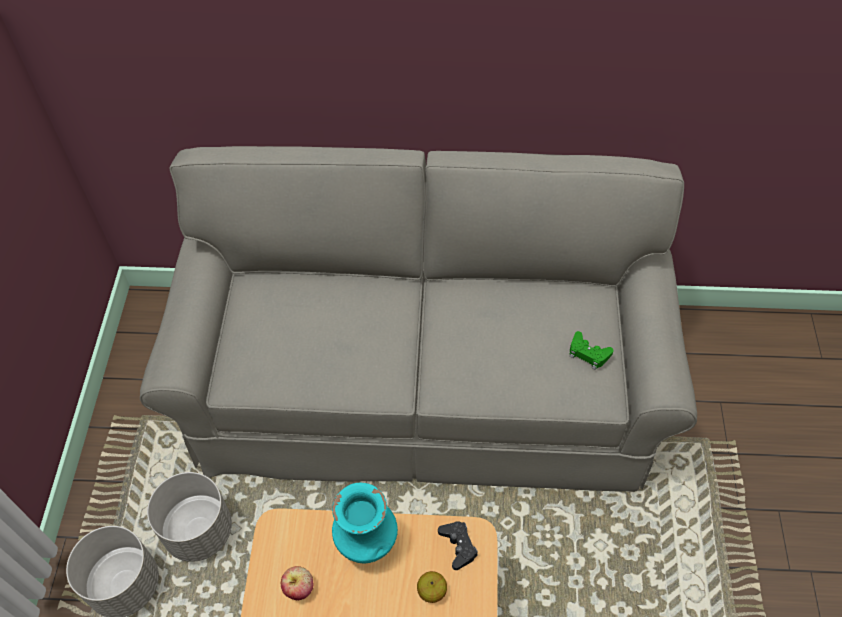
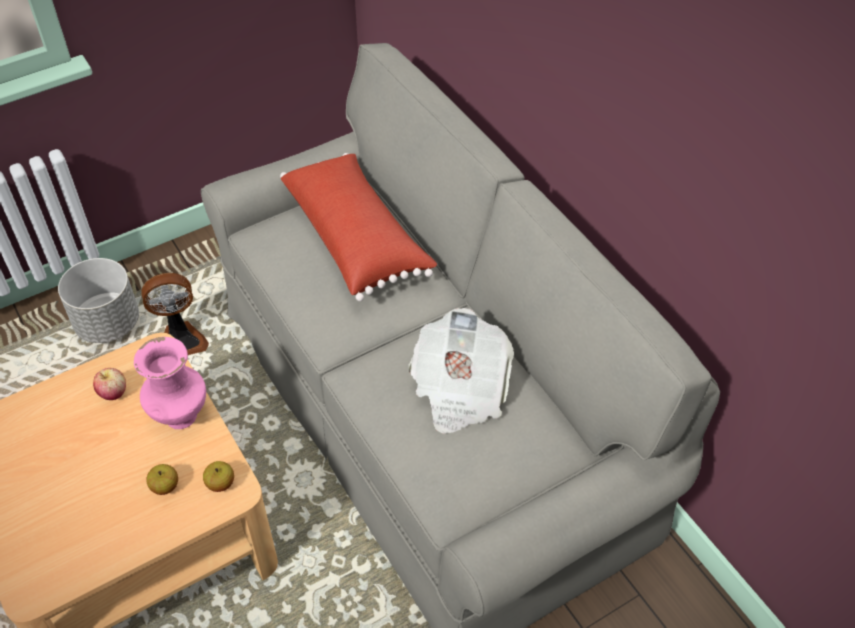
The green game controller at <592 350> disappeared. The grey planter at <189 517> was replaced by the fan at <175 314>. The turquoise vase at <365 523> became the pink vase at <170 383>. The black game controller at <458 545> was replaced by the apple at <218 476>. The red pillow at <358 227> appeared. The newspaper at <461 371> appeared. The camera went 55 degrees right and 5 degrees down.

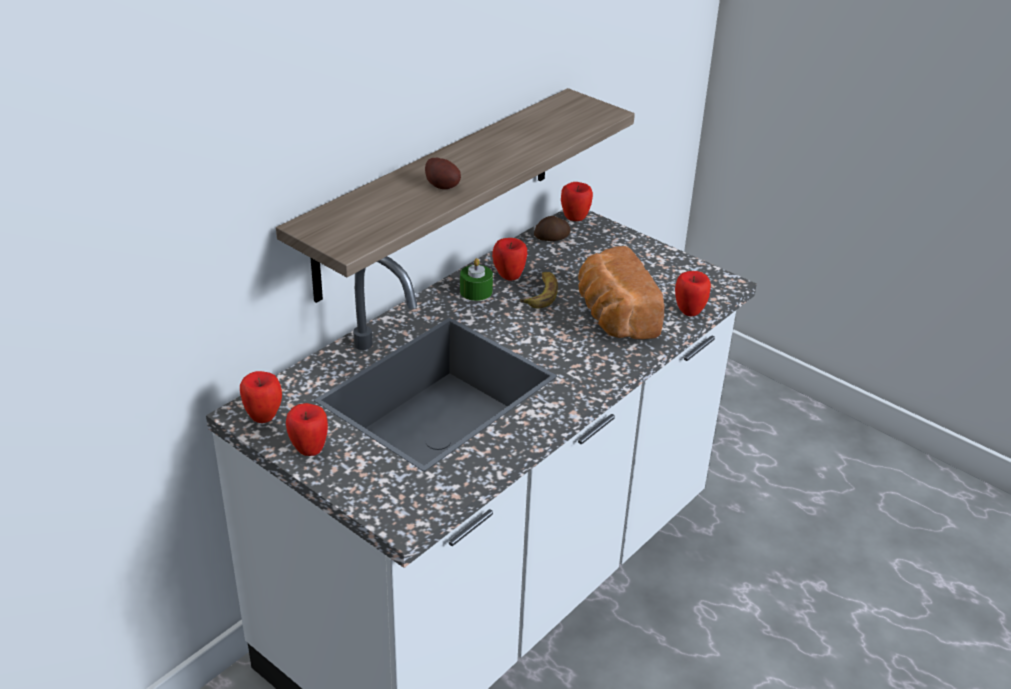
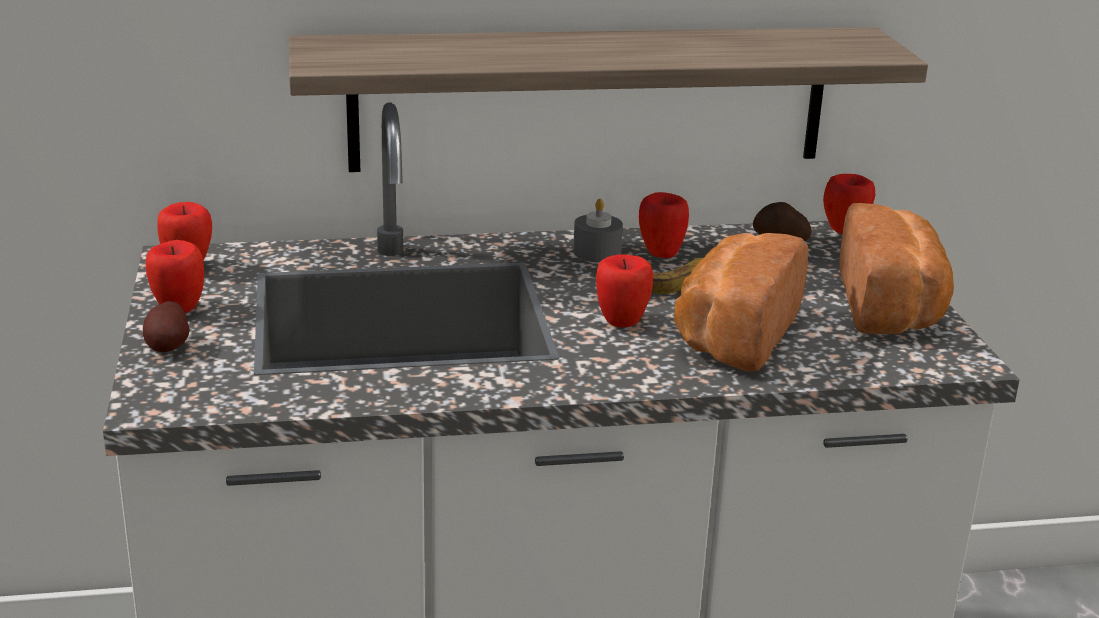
The potato moved from <443 173> to <166 326>. The green candle at <476 279> became the grey candle at <598 230>. The apple moved from <693 293> to <624 290>. The bread at <896 268> appeared. The camera went 40 degrees right and 10 degrees down.

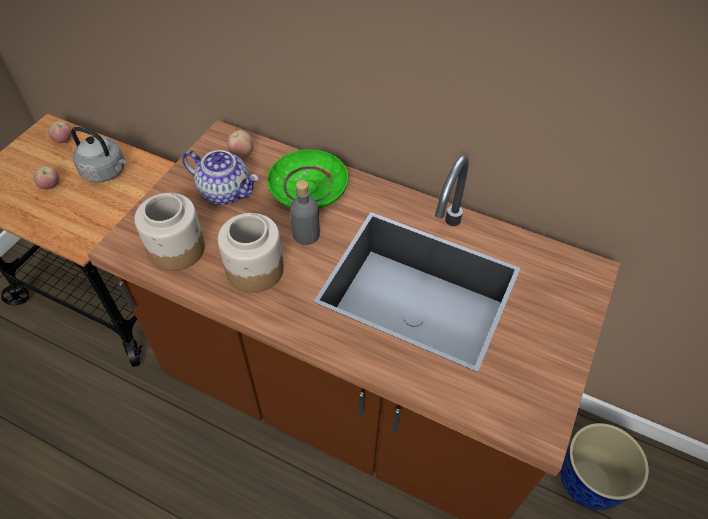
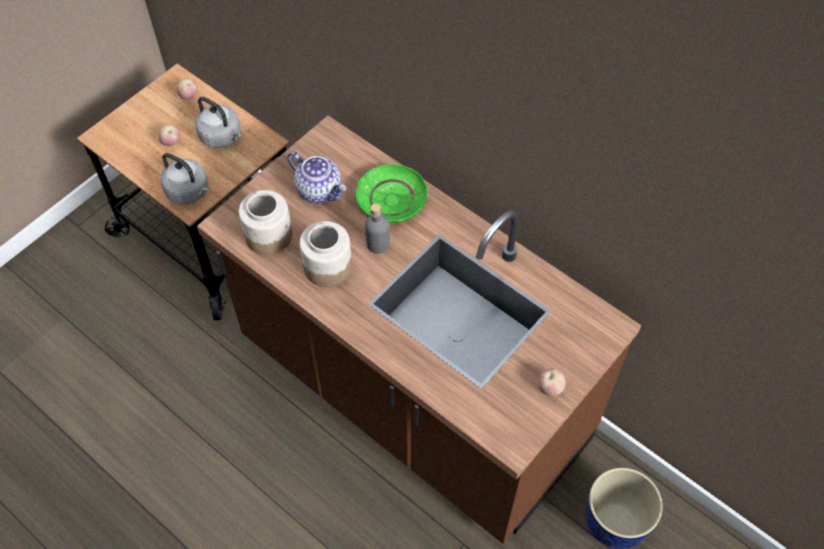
The apple moved from <240 144> to <552 382>. The grey kettle at <185 179> appeared. The camera went 15 degrees right and 5 degrees up.

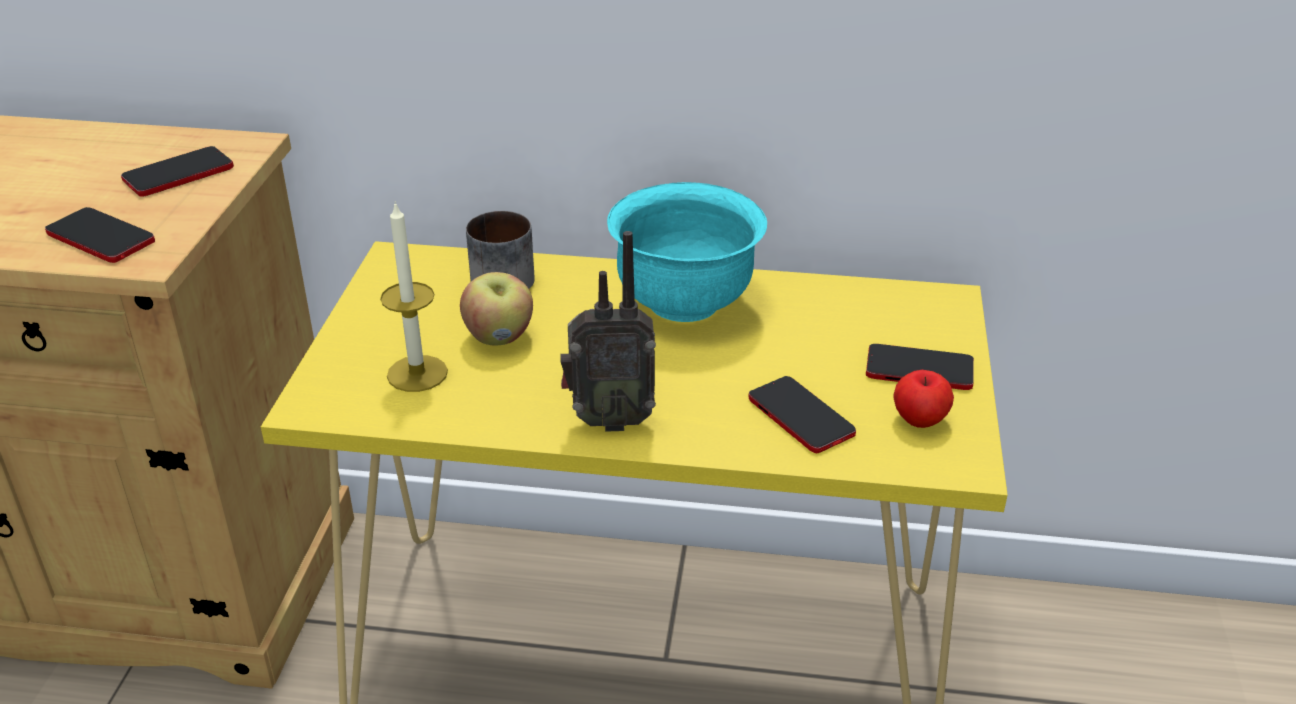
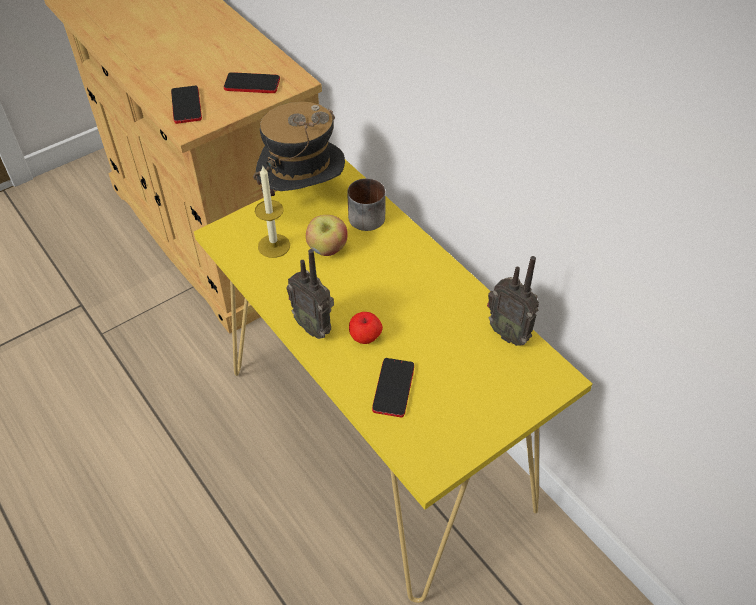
The turquoise bowl at <687 252> disappeared. The phone at <920 367> disappeared. The apple moved from <923 399> to <366 328>. The hat at <299 149> appeared. The radio at <513 301> appeared. The camera went 45 degrees right and 15 degrees up.

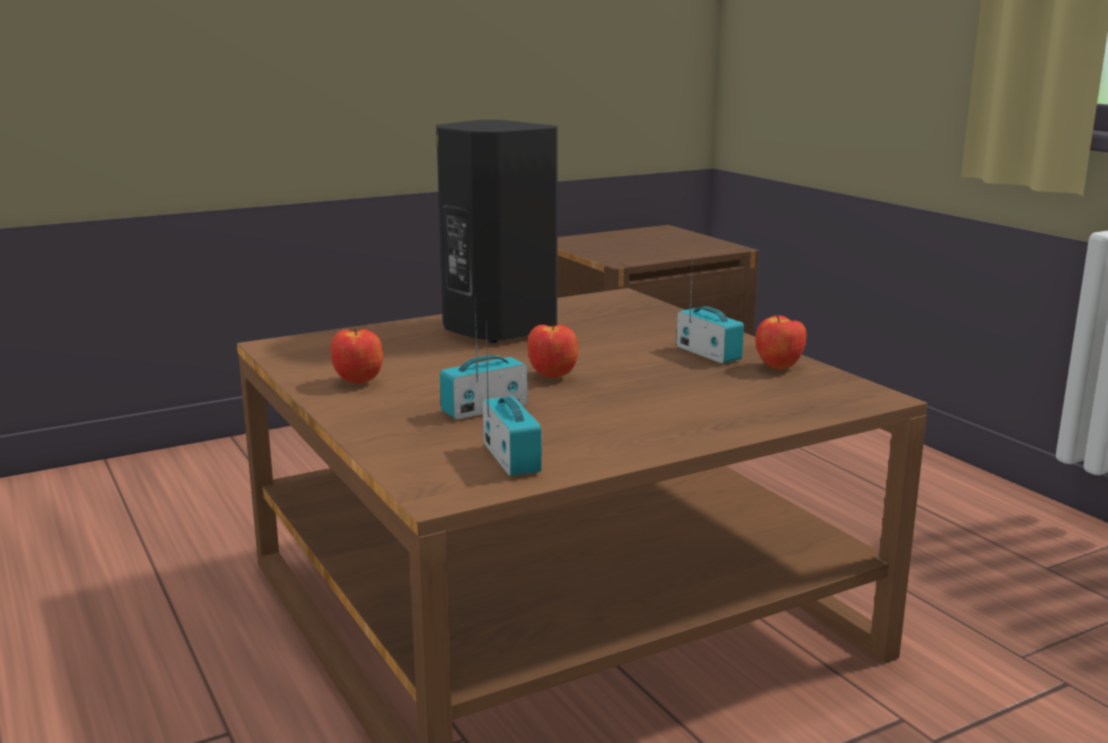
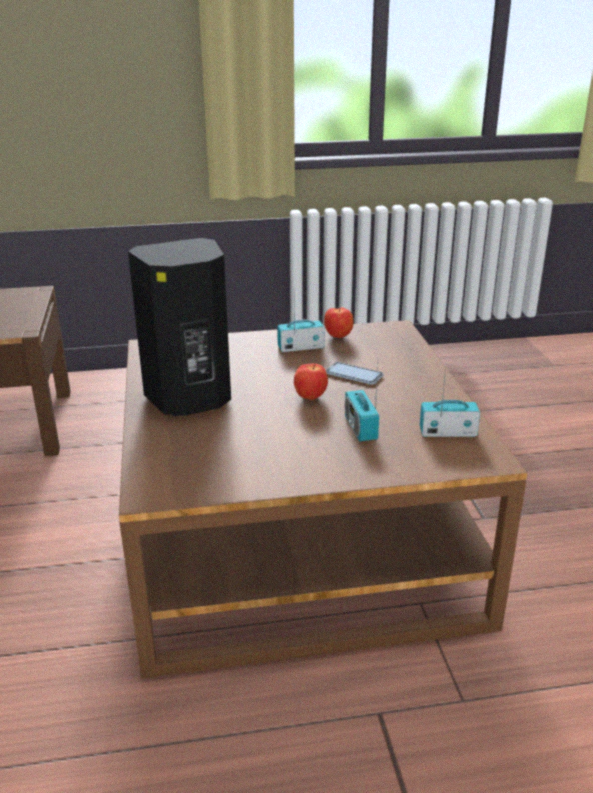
The apple at <357 356> disappeared. The phone at <354 373> appeared. The camera went 70 degrees left and 10 degrees up.

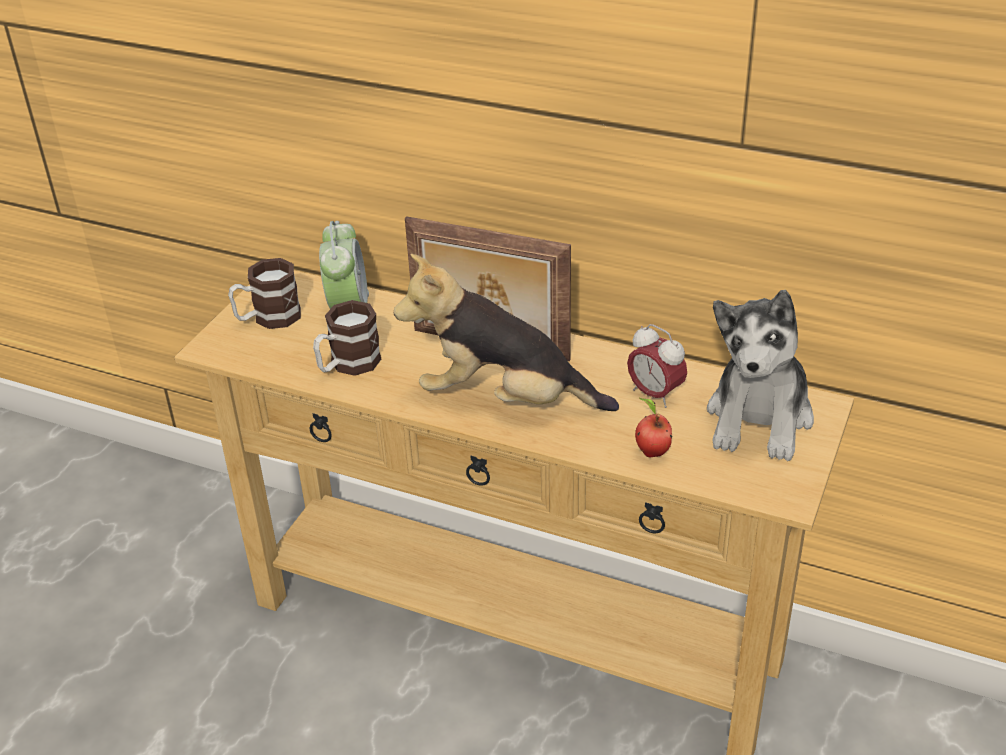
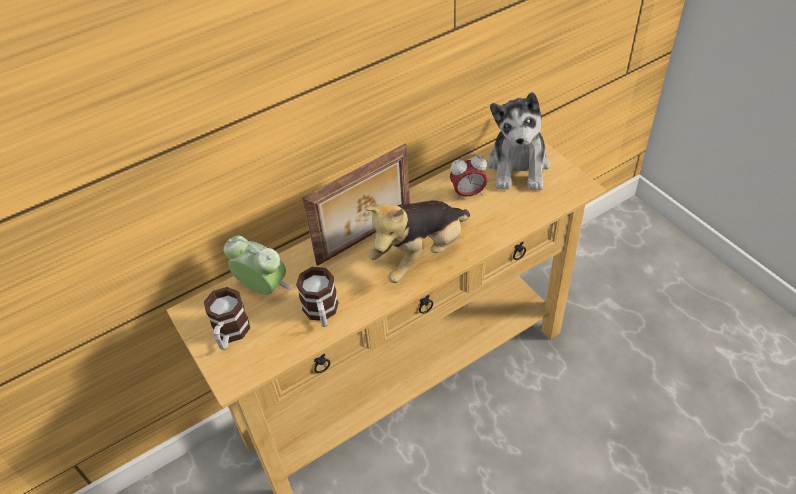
The plush toy at <760 375> turned 45 degrees clockwise. The apple at <653 427> disappeared. The camera went 55 degrees left and 10 degrees up.

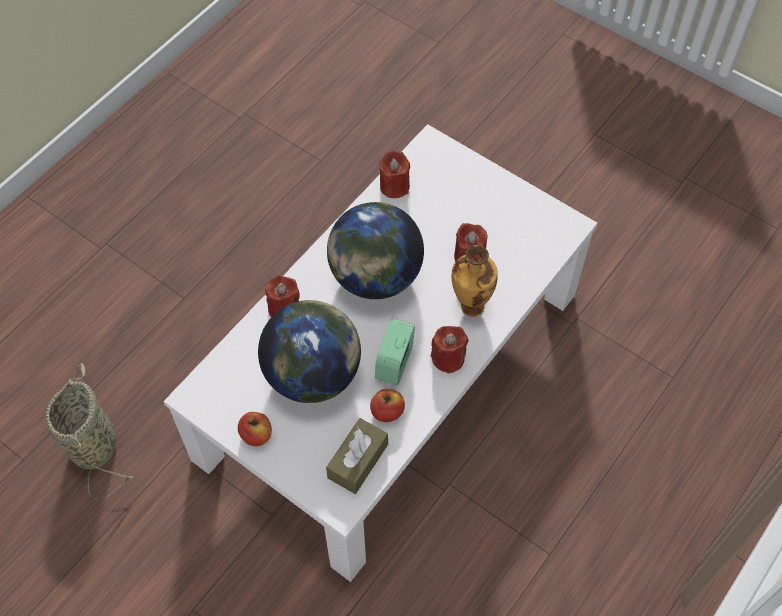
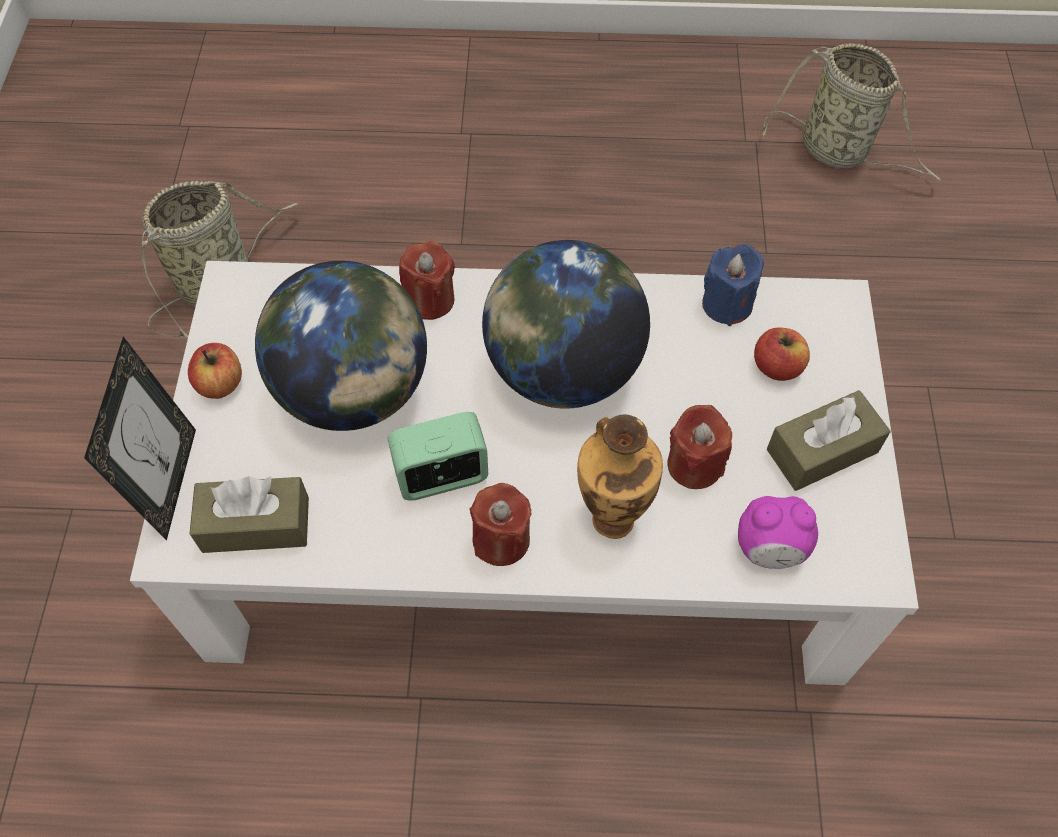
The red candle at <394 174> became the blue candle at <733 285>. The apple moved from <387 405> to <782 354>. The basket at <851 112> appeared. The picture frame at <140 439> appeared. The brown tissue box at <829 440> appeared. The alarm clock at <778 532> appeared. The camera went 55 degrees right and 0 degrees up.

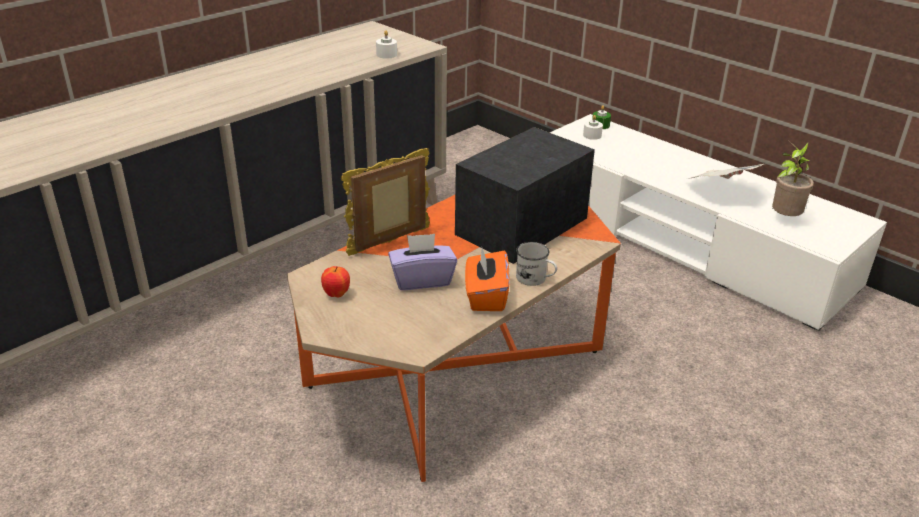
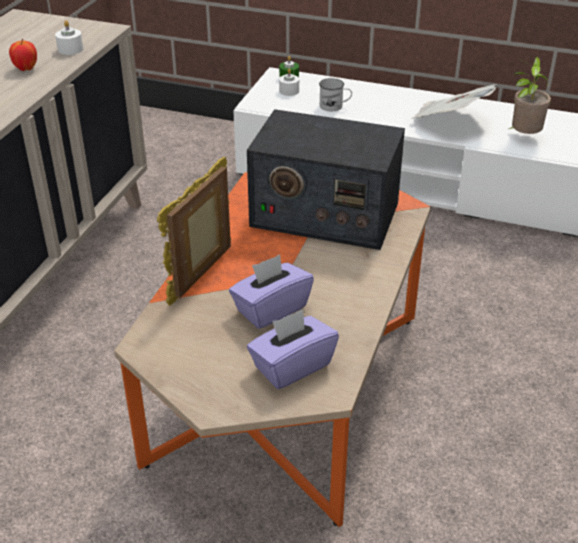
The radio at <525 195> turned 90 degrees counterclockwise. The white mug moved from <536 264> to <335 94>. The orange tissue box at <487 279> disappeared. The apple moved from <335 282> to <23 54>. The purple tissue box at <293 349> appeared. The camera went 25 degrees left and 5 degrees up.

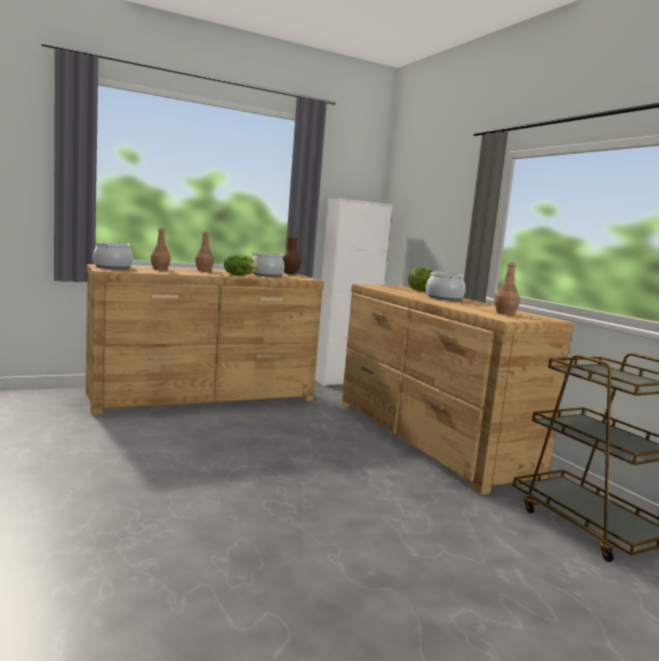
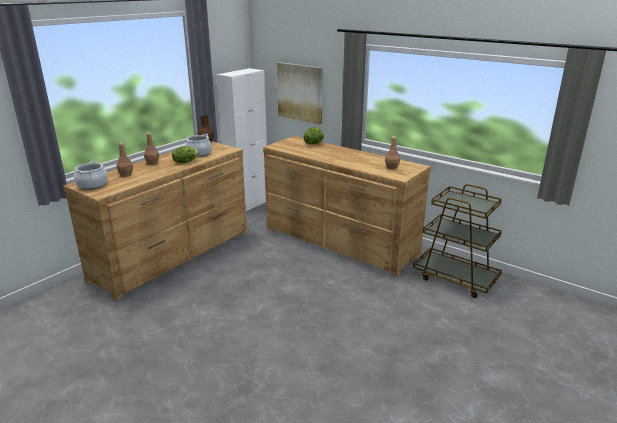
The cooking pot at <446 285> disappeared. The picture at <300 93> appeared. The camera went 25 degrees left and 15 degrees up.

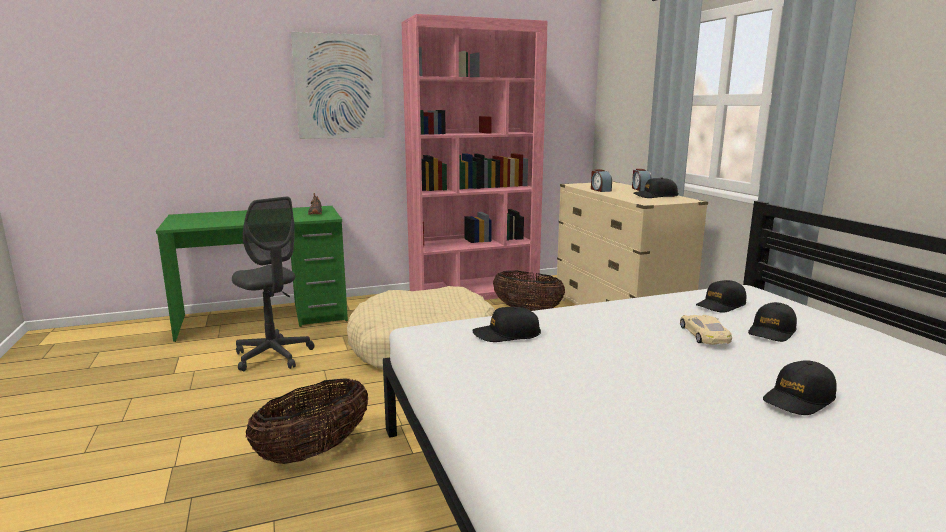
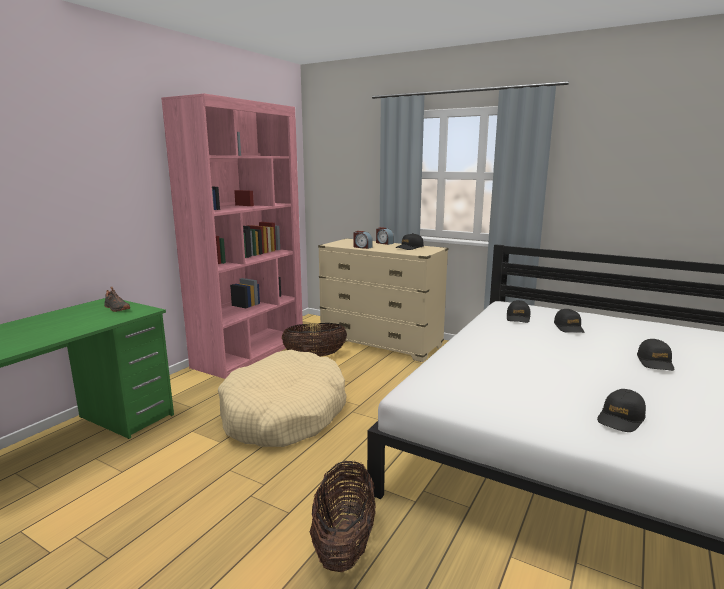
The picture at <338 85> disappeared. The grey office chair at <273 284> disappeared. The black cap moved from <506 324> to <621 410>. The beige toy car at <706 330> disappeared. The camera went 40 degrees left and 0 degrees up.

